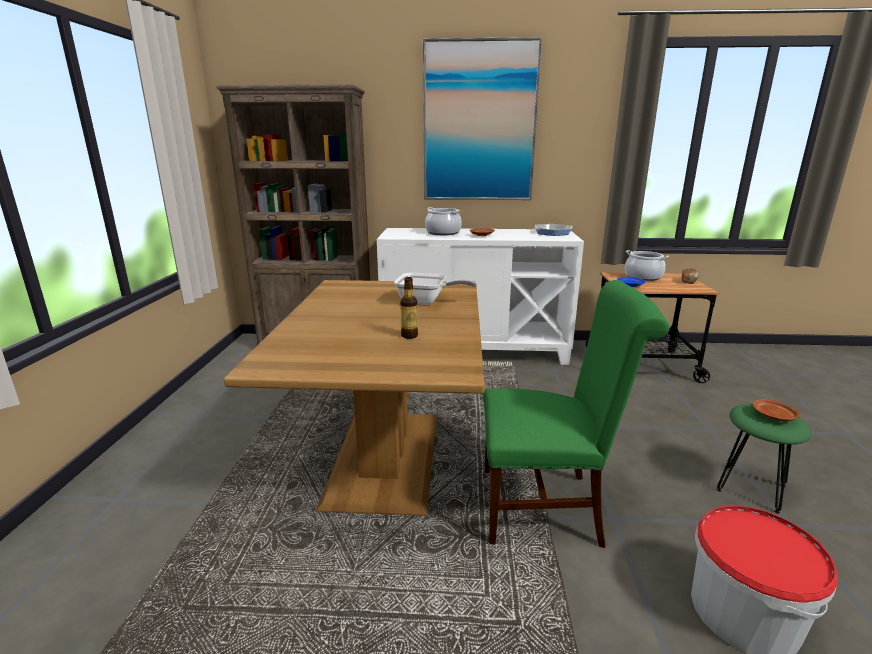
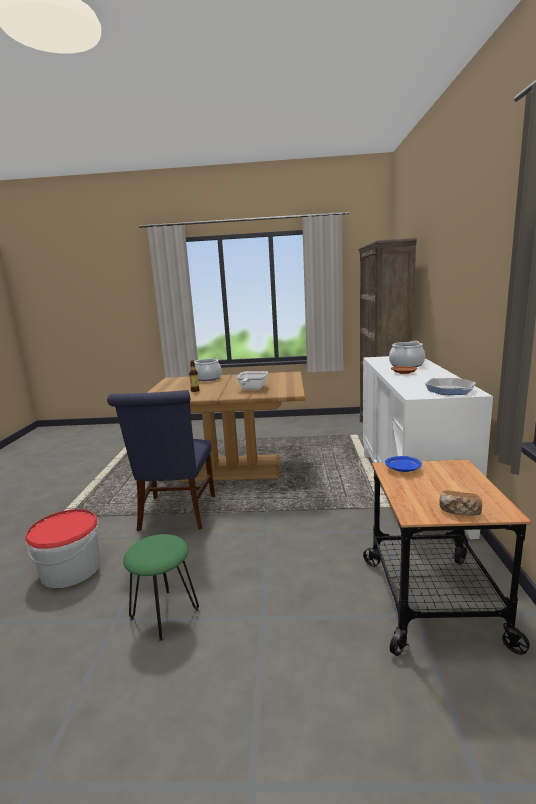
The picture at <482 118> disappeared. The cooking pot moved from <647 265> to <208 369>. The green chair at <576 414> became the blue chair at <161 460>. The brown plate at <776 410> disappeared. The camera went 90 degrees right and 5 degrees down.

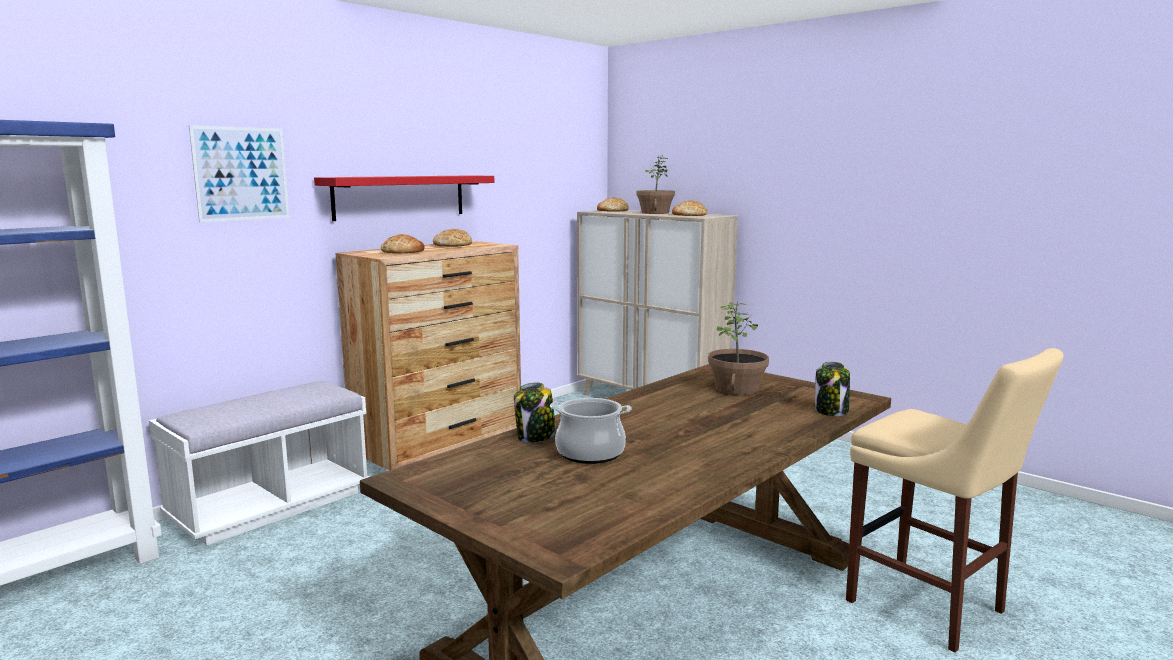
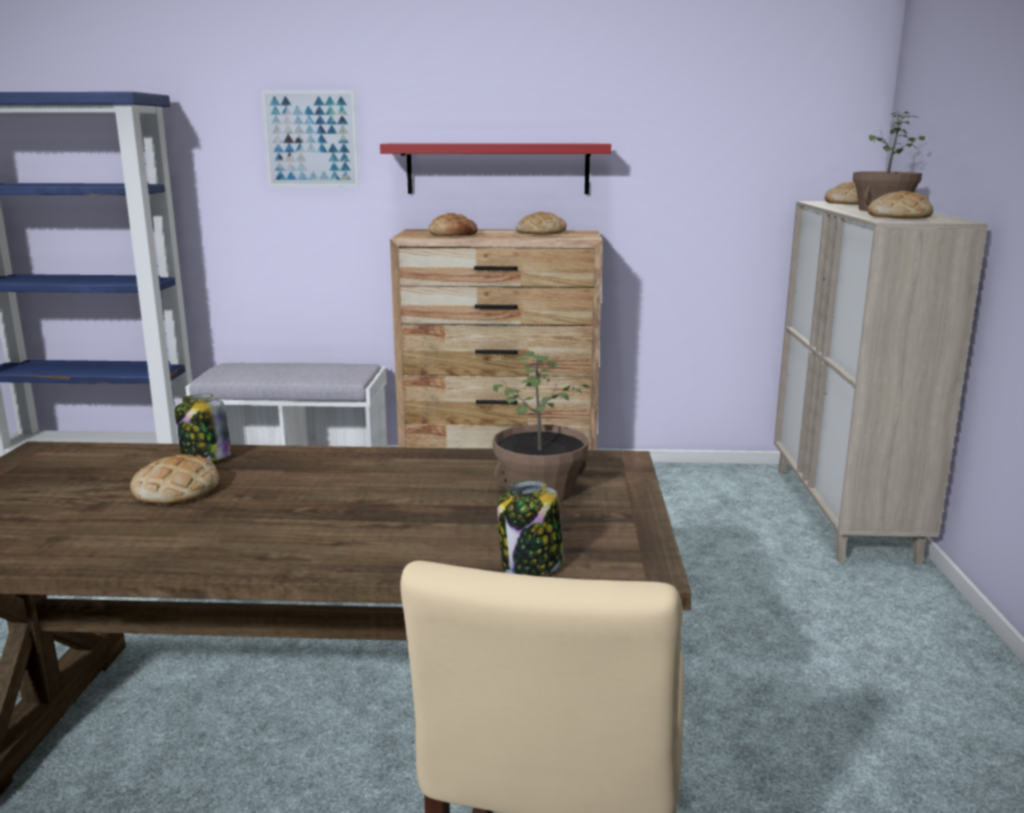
The cooking pot at <591 431> was replaced by the bread at <174 479>. The camera went 50 degrees right and 5 degrees up.

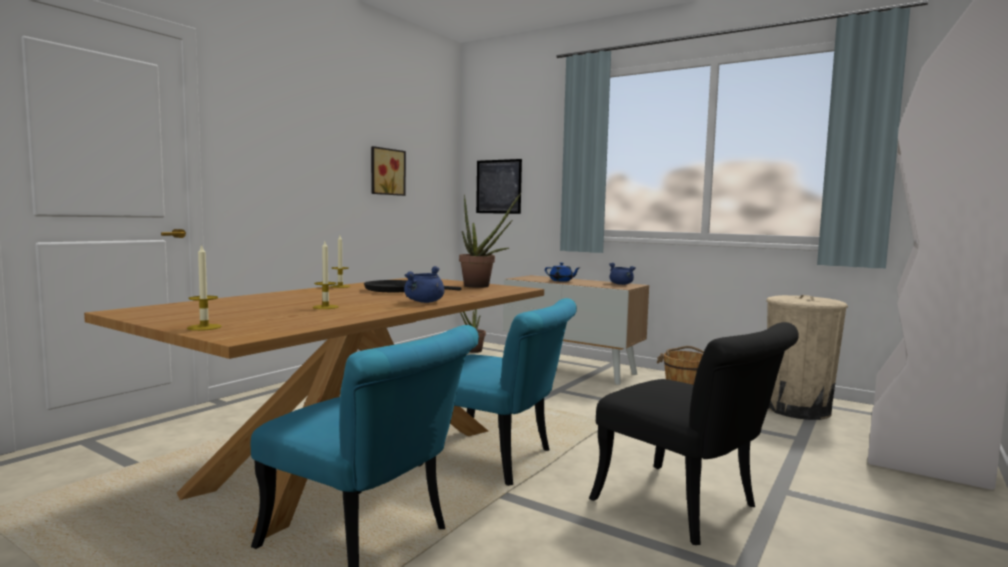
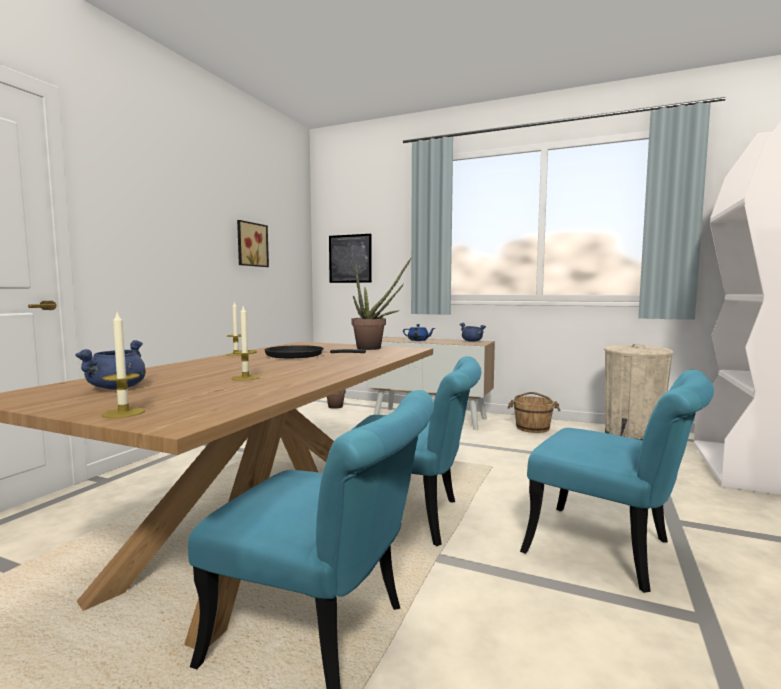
The blue cooking pot moved from <424 284> to <110 364>. The black chair at <694 433> became the turquoise chair at <617 481>. The camera went 10 degrees left and 0 degrees up.

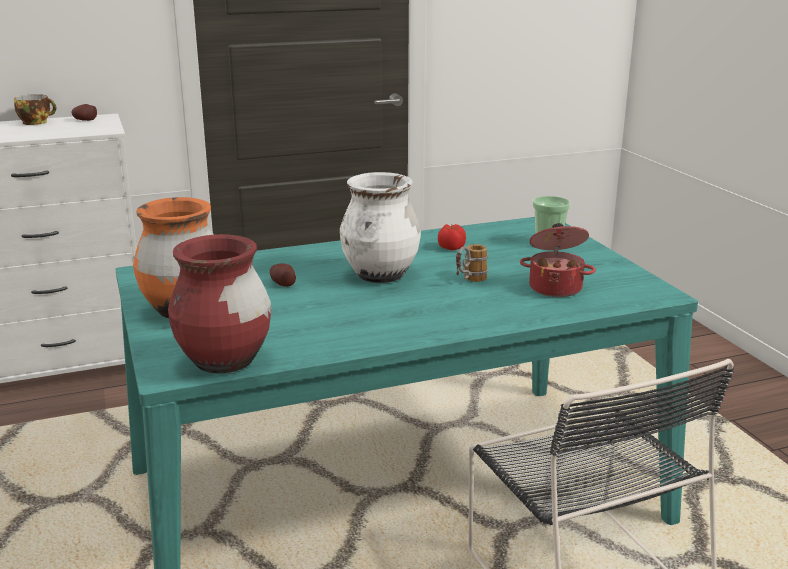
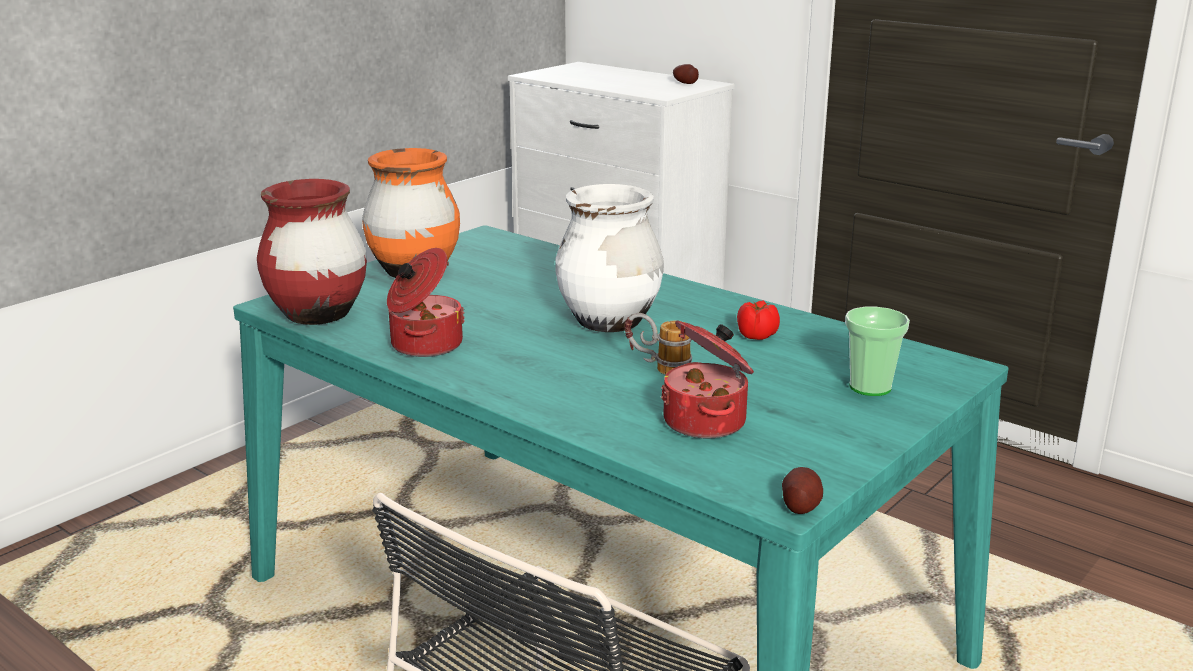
The cup at <35 109> disappeared. The potato moved from <283 275> to <802 490>. The cooking pot at <426 302> appeared. The camera went 60 degrees right and 0 degrees up.

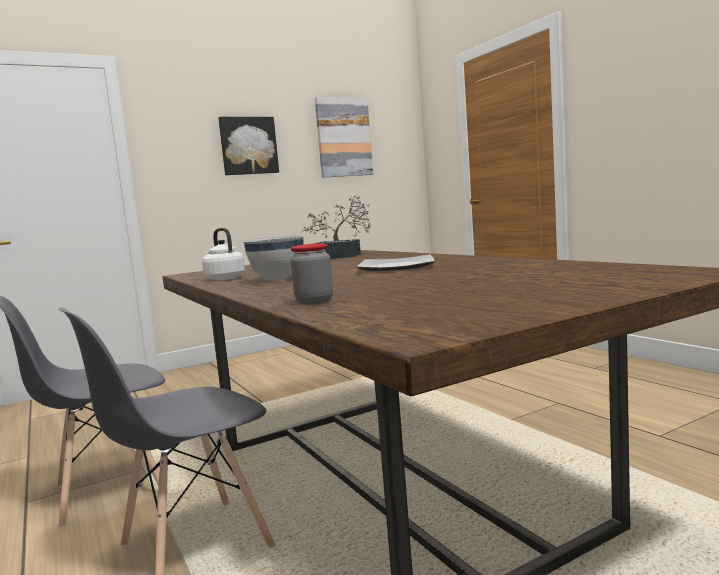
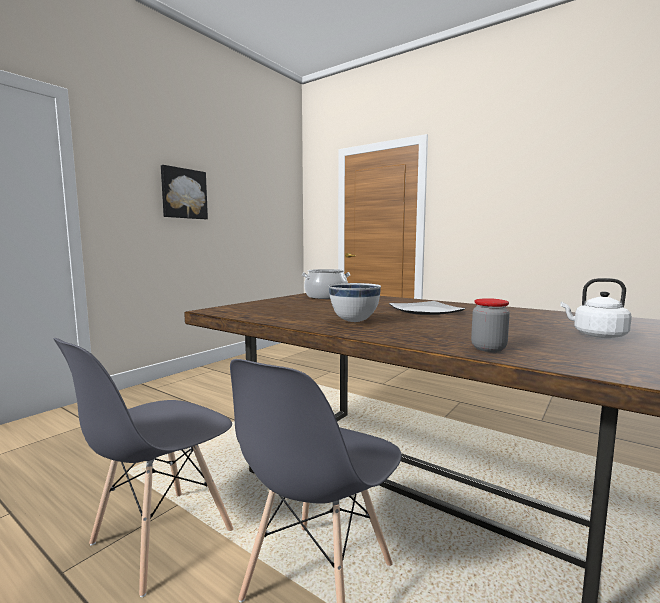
The picture at <344 137> disappeared. The potted plant at <336 226> was replaced by the cooking pot at <326 284>. The white kettle moved from <223 254> to <596 308>. The camera went 25 degrees left and 0 degrees up.

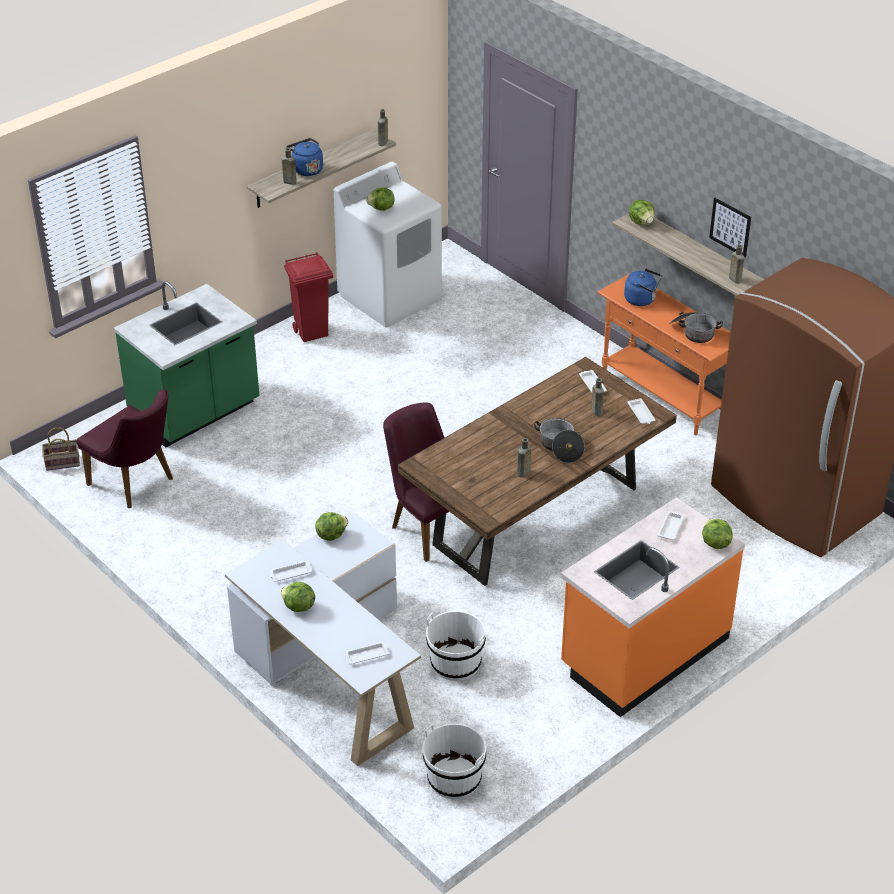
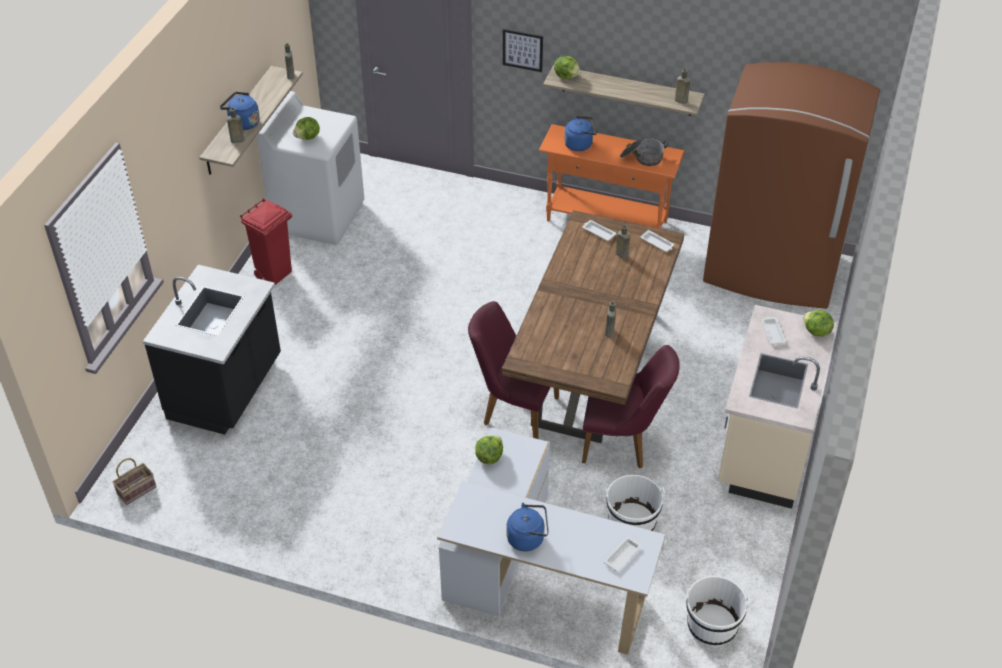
The picture moved from <730 228> to <523 50>. The green counter at <187 364> became the black counter at <212 350>. The purple chair moved from <124 449> to <631 406>. The cooking pot at <559 440> disappeared. The orange counter at <653 607> became the beige counter at <777 407>. The white tray at <291 571> disappeared. The lettuce at <298 597> was replaced by the blue kettle at <527 527>. The camera went 30 degrees left and 5 degrees up.

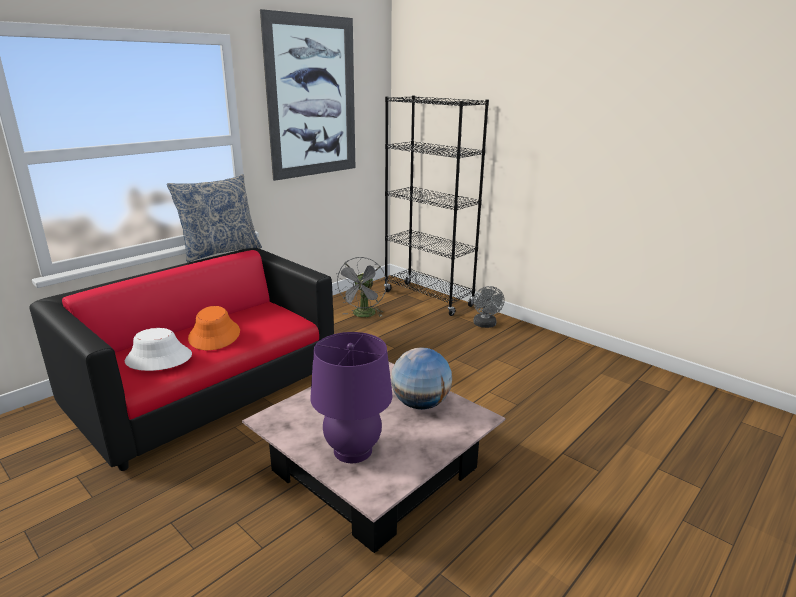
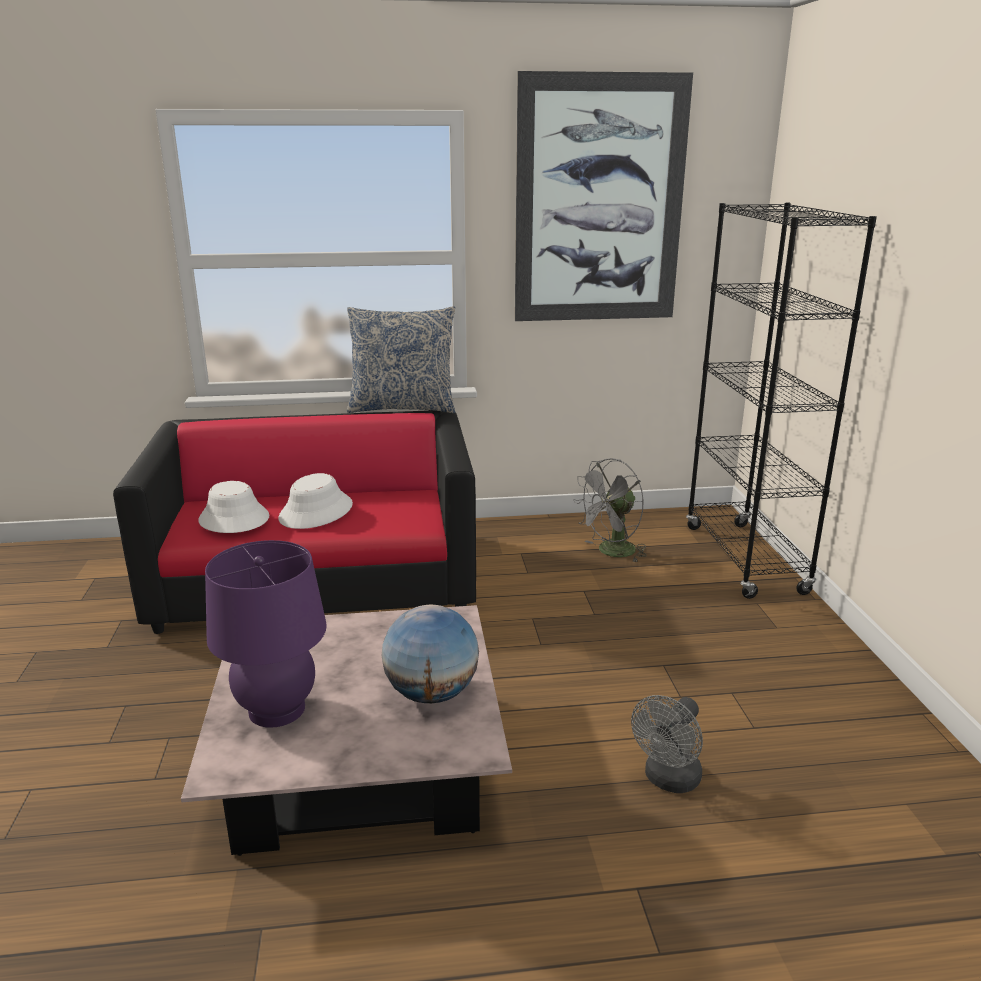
The grey fan moved from <488 307> to <667 744>. The orange hat at <214 328> became the white hat at <315 501>. The camera went 40 degrees right and 0 degrees up.

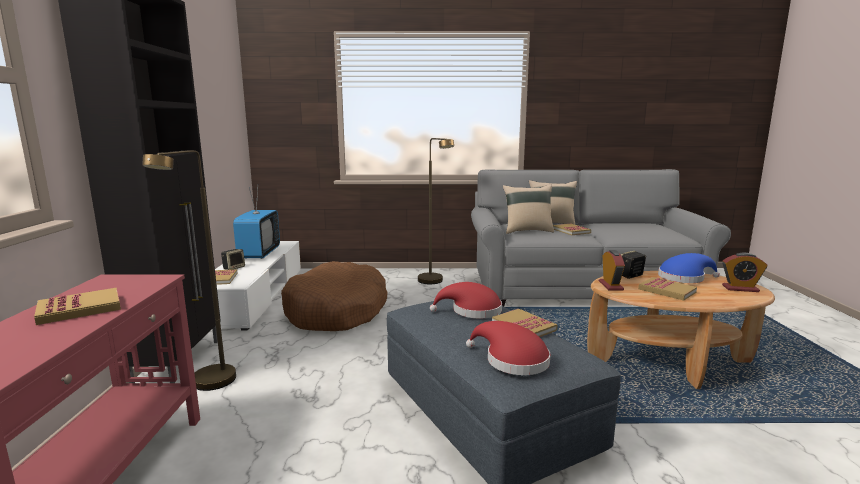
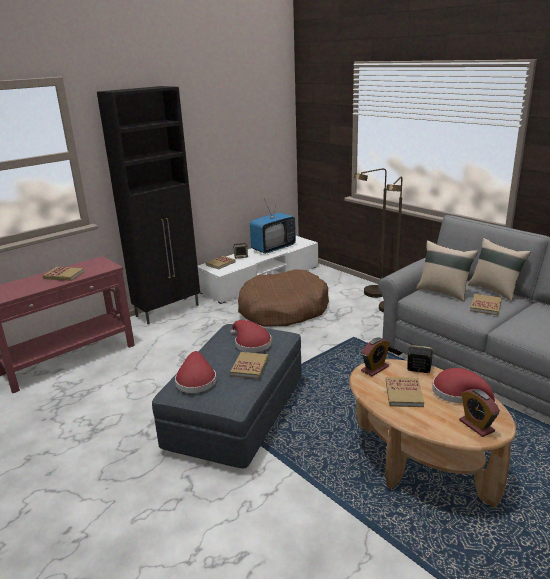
The brown floor lamp moved from <189 270> to <370 233>. The blue hat at <689 268> became the red hat at <465 387>. The camera went 50 degrees right and 10 degrees up.

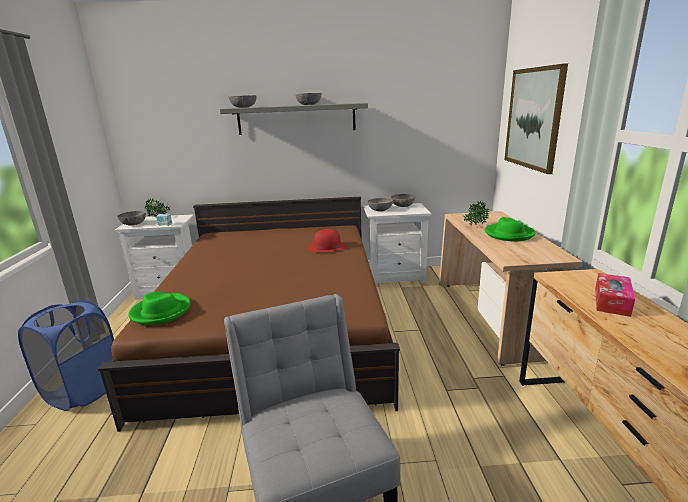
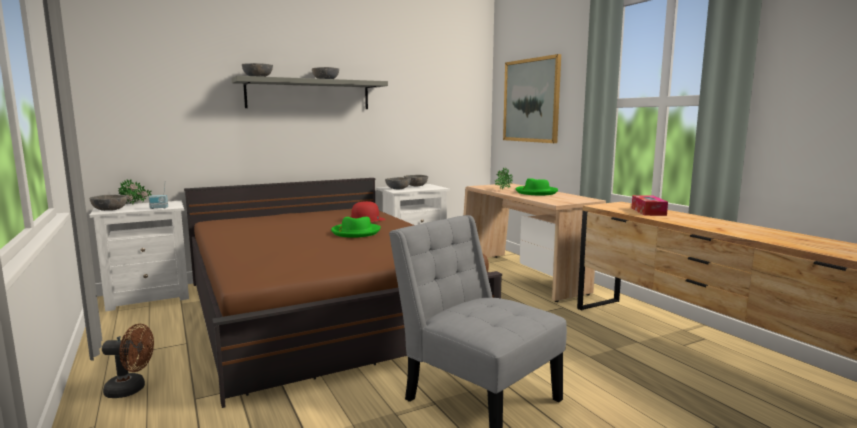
The green hat moved from <159 308> to <356 227>. The blue laundry basket at <66 355> was replaced by the brown fan at <128 361>. The camera went 25 degrees left and 10 degrees down.

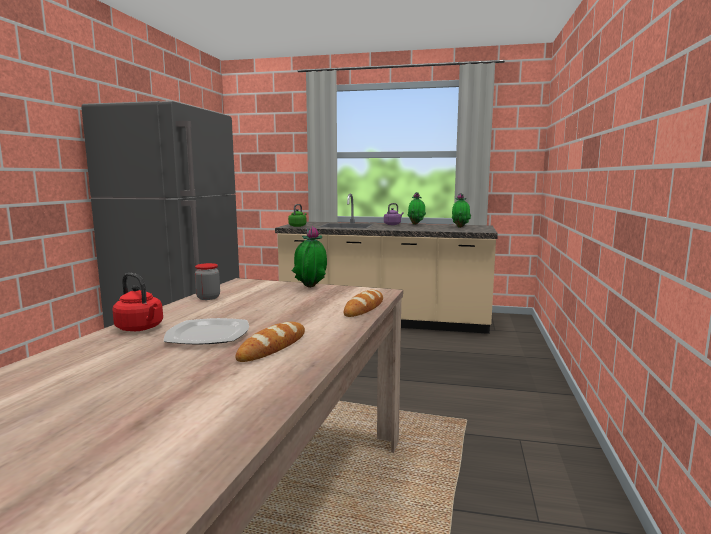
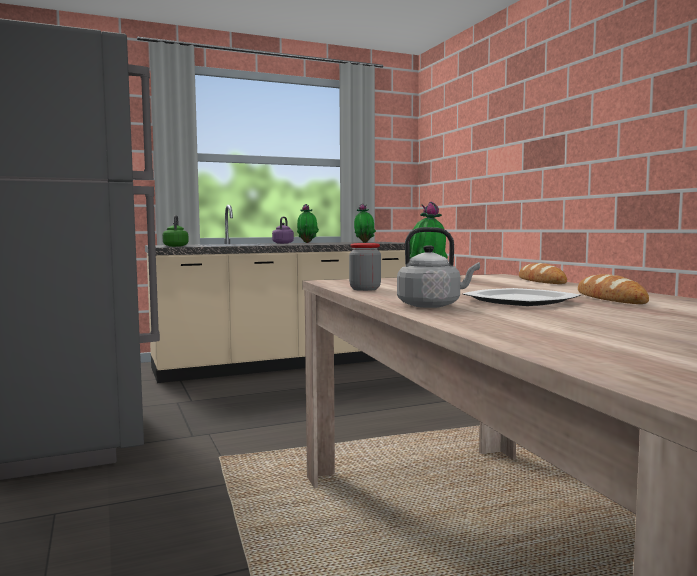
The red kettle at <137 302> became the grey kettle at <438 267>. The camera went 35 degrees left and 5 degrees down.

